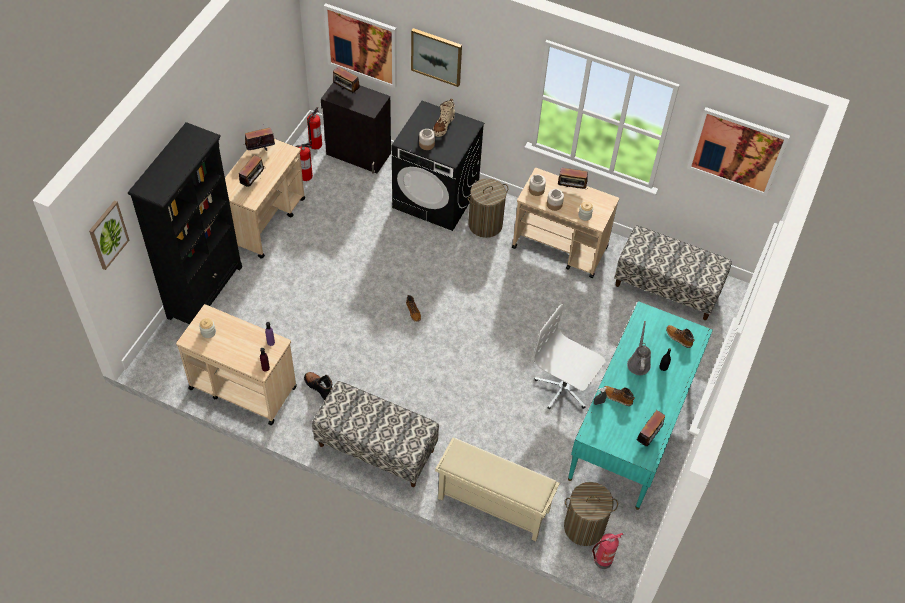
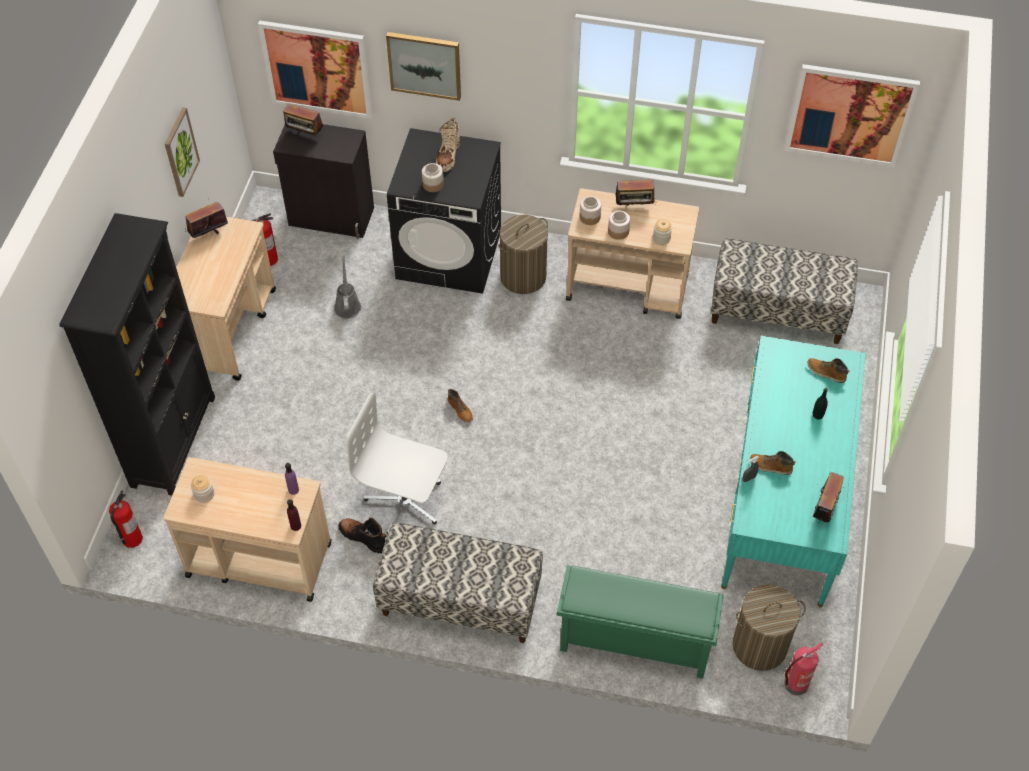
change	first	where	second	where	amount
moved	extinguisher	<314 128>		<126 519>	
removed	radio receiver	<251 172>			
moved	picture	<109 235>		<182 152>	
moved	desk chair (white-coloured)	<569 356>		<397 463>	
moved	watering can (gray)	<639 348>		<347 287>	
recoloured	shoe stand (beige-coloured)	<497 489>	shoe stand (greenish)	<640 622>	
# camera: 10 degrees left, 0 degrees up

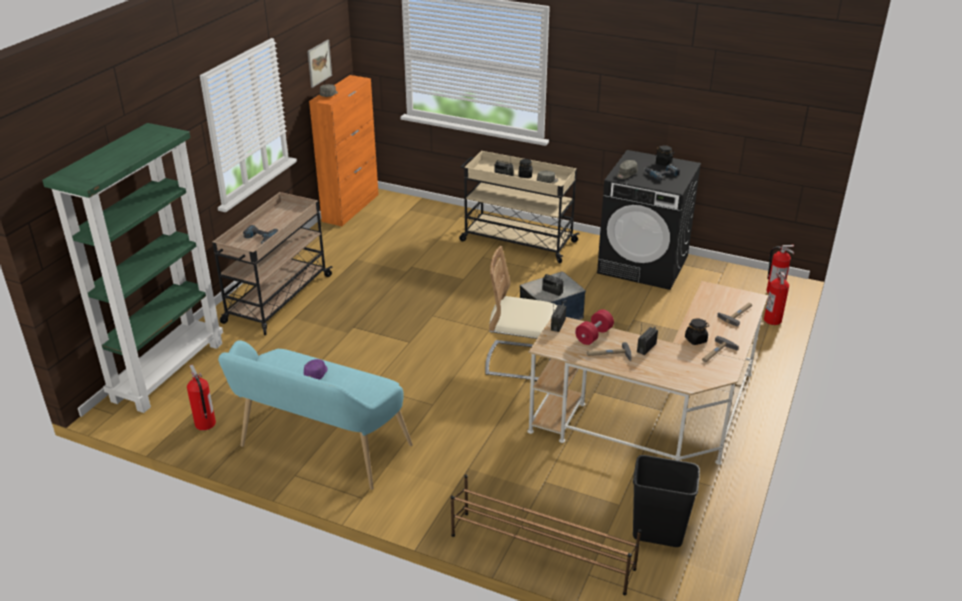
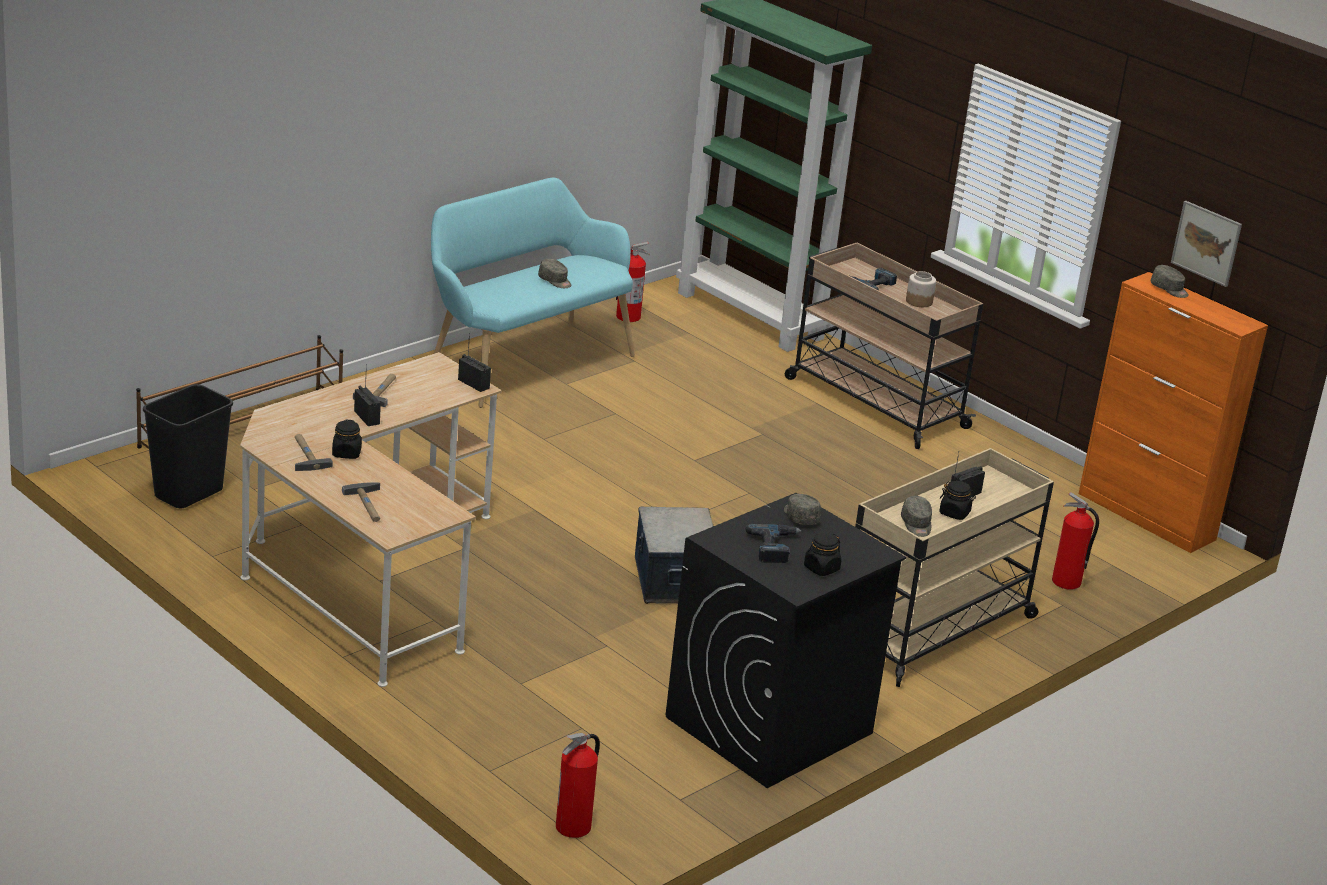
change	first	where	second	where	amount
removed	upright chair (beige-coloured)	<521 313>			
moved	extinguisher	<776 298>		<1075 541>	
removed	radio receiver	<553 285>			
removed	free weight (red-coloured)	<594 327>			
recoloured	cap (purple-coloured)	<316 369>	cap (gray)	<555 273>	
added			preserve jar	<921 289>	
# camera: 110 degrees right, 5 degrees down

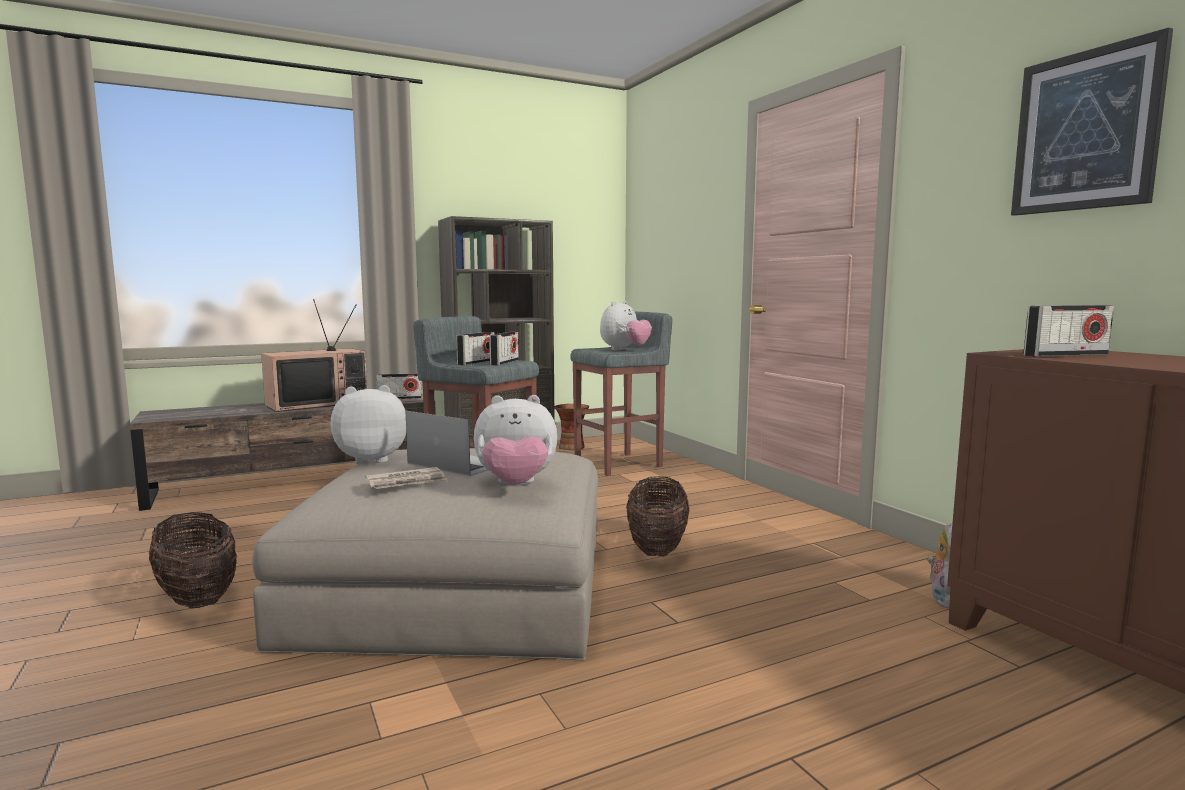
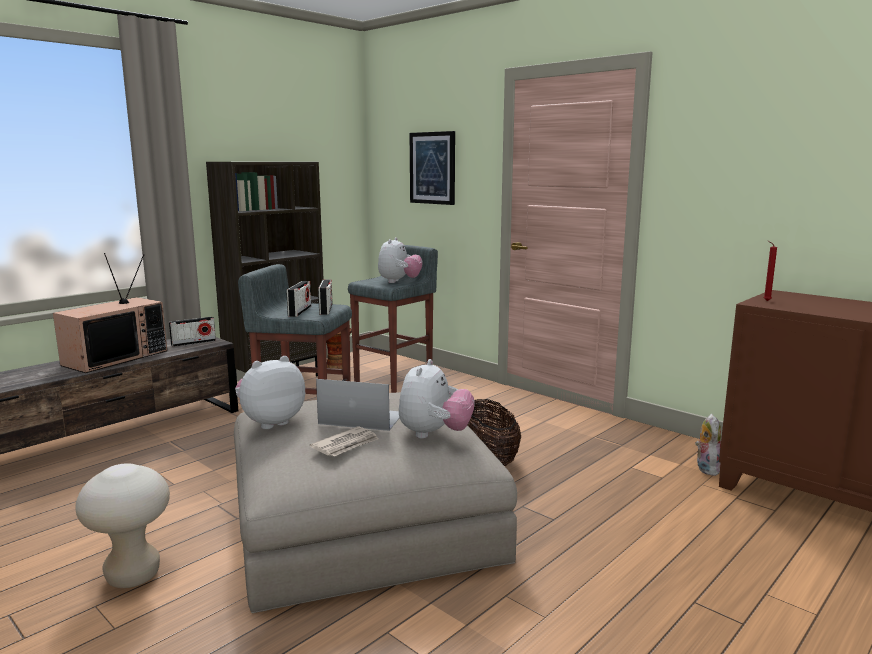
change	first	where	second	where	amount
moved	picture	<1092 122>		<432 168>	
removed	radio receiver	<1068 331>			
turned	plush toy	<515 439>		<437 399>	45 degrees counterclockwise
replaced	household basket	<193 560>	stool (beige-coloured)	<122 525>	
added			wax light (red-coloured)	<770 271>	
# camera: 20 degrees left, 5 degrees up

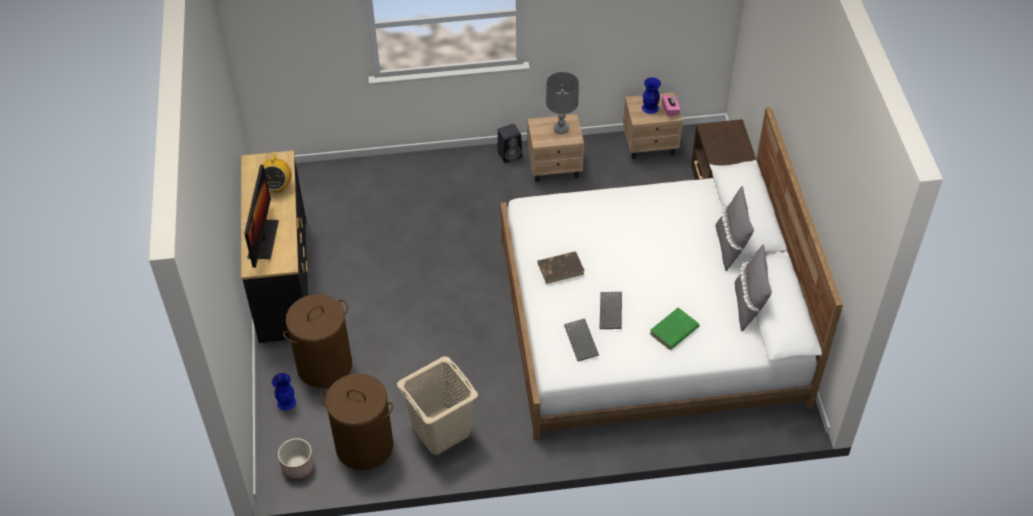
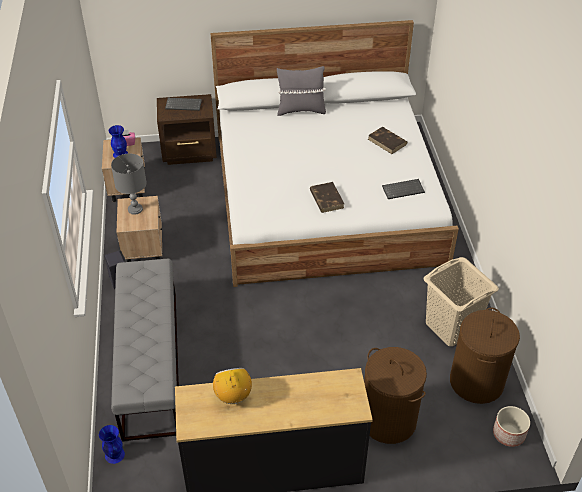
change	first	where	second	where	amount
turned	radio receiver	<277 173>		<232 386>	105 degrees counterclockwise
removed	computer display	<261 216>			
removed	pillow (gray)	<753 287>			
moved	PC keyboard	<610 310>		<183 104>	
recoloured	volume (greenish)	<674 329>	volume (brown-coloured)	<388 140>	
moved	decorative vase (blue)	<284 392>		<112 444>	
added			bench (gray)	<145 350>	
# camera: 90 degrees left, 5 degrees down

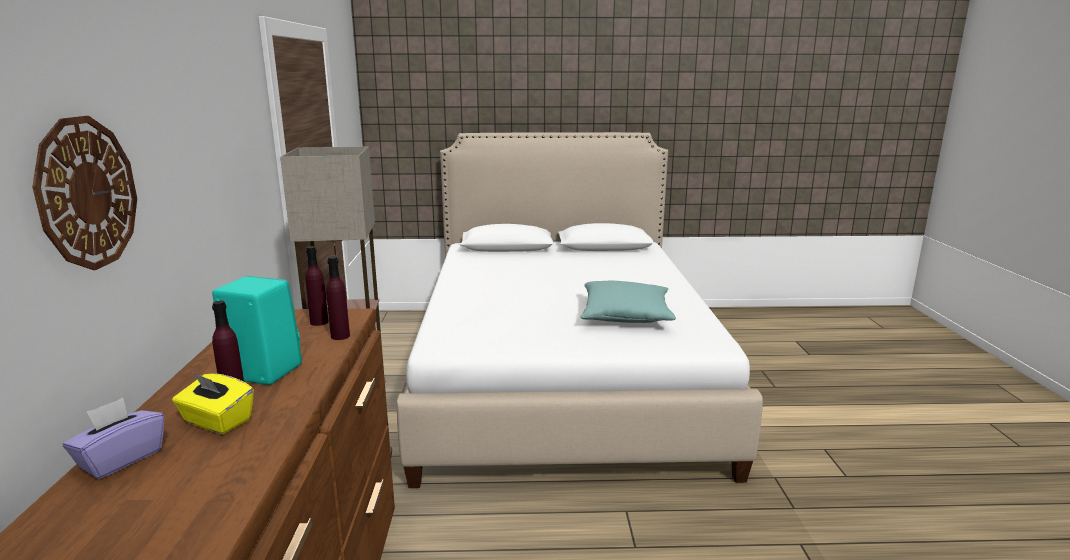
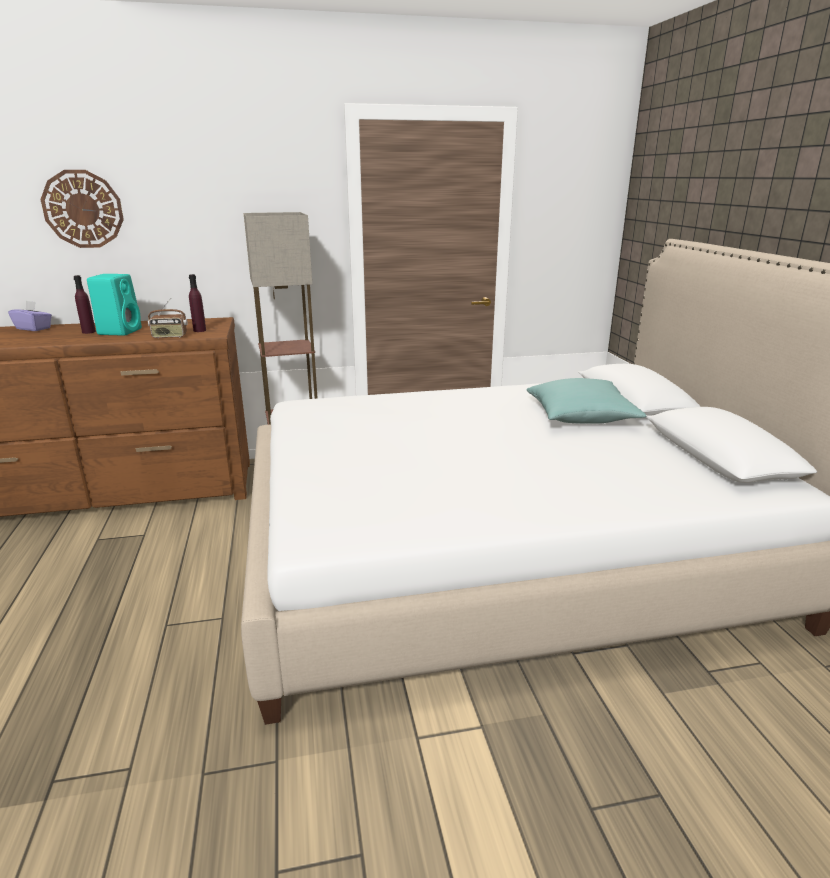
change	first	where	second	where	amount
replaced	beverage bottle (purple-coloured)	<338 298>	radio receiver	<168 318>	
moved	pillow (turquoise-coloured)	<628 301>		<586 401>	
removed	tissue box (yellow-coloured)	<213 403>			
# camera: 80 degrees right, 5 degrees up

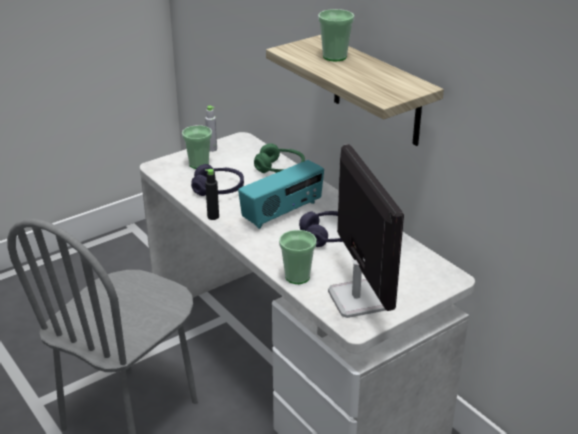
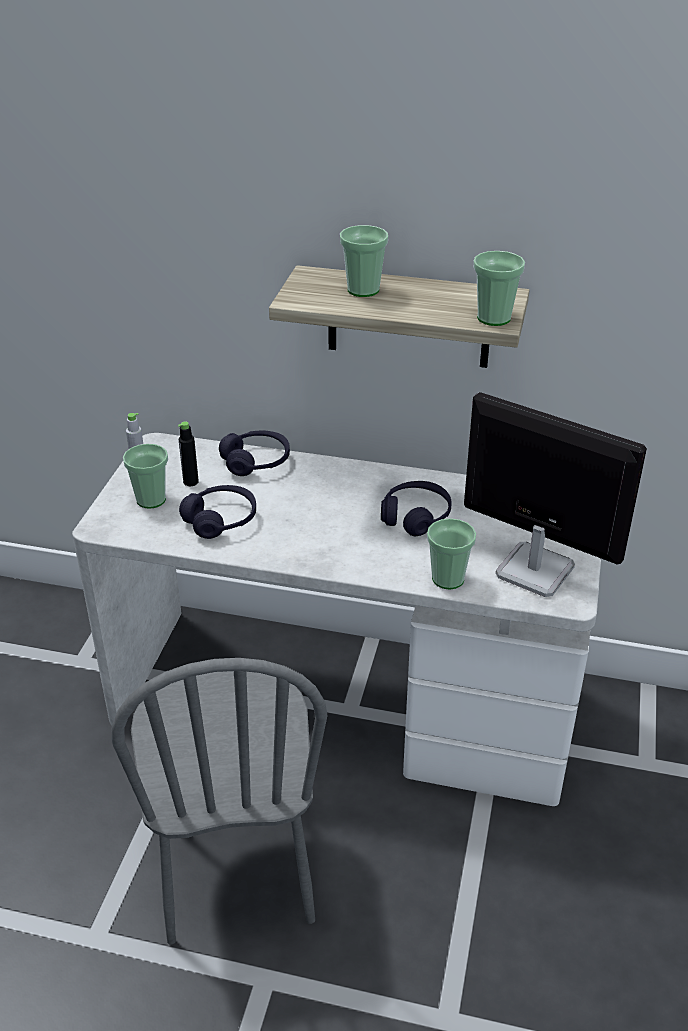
change	first	where	second	where	amount
recoloured	pair of headphones (greenish)	<279 158>	pair of headphones (purple-coloured)	<254 453>	
removed	radio receiver	<281 194>			
moved	beverage bottle (black)	<212 194>		<188 453>	
added			drinking cup	<499 288>	
# camera: 40 degrees left, 5 degrees up

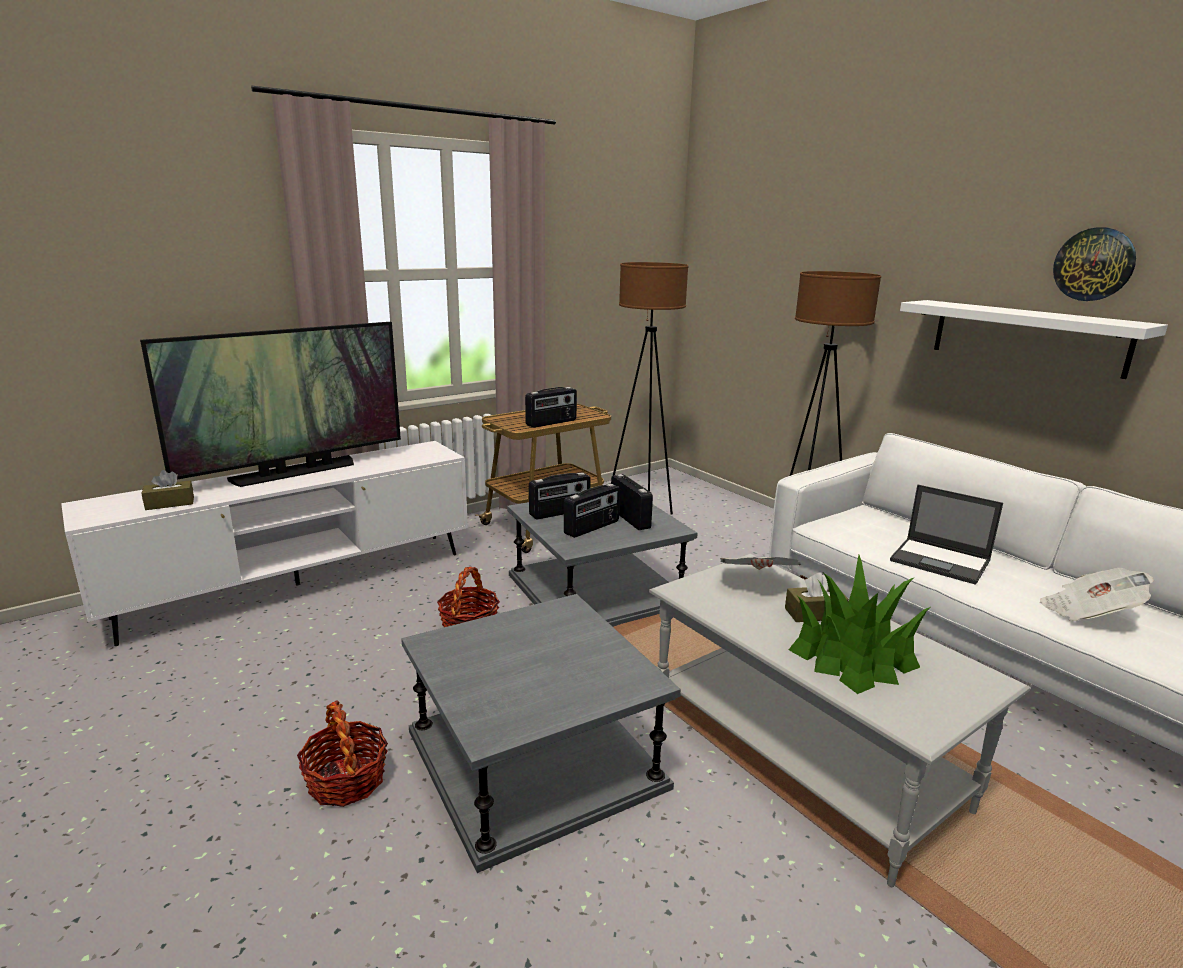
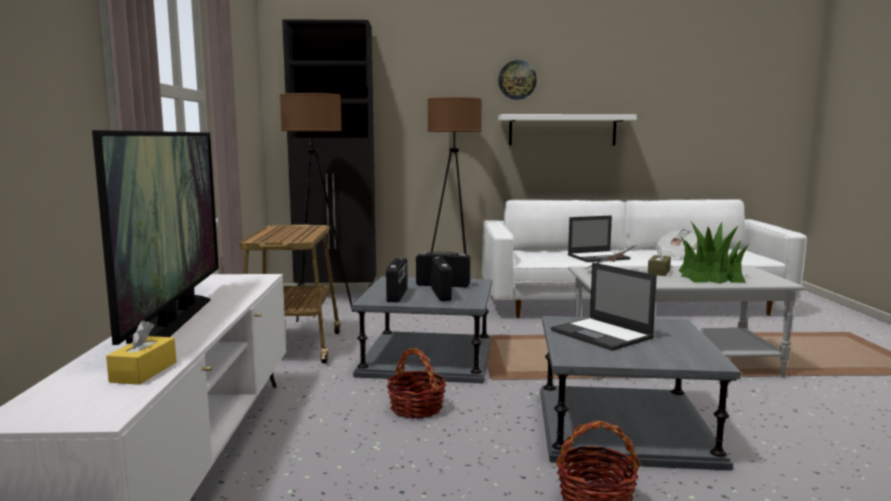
change	first	where	second	where	amount
moved	wall clock	<1094 264>		<517 80>	
removed	radio receiver	<551 407>			
recoloured	tissue box (brown-coloured)	<168 490>	tissue box (yellow-coloured)	<141 352>	
added			cupboard (black)	<329 153>	
added			portable computer	<604 306>	
# camera: 55 degrees left, 10 degrees down

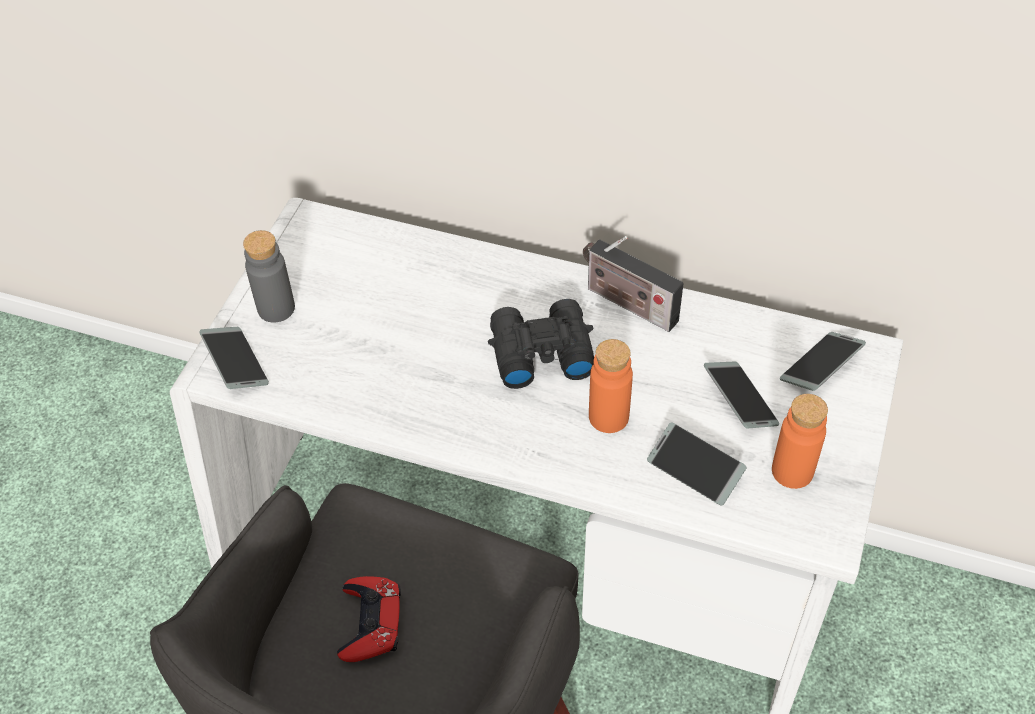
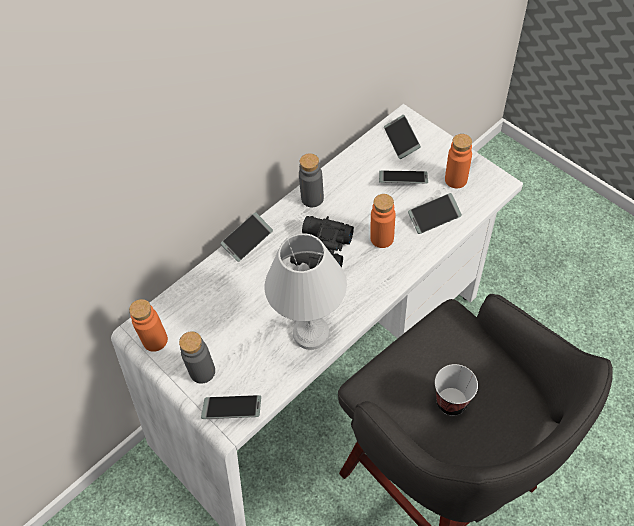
change	first	where	second	where	amount
replaced	radio receiver	<633 284>	beverage bottle (gray)	<311 180>	
replaced	joypad (red-coloured)	<369 619>	drinking cup	<456 390>	
added			telephone	<247 237>	
added			tabletop lamp (white-coloured)	<306 291>	
added			beverage bottle (orange)	<148 325>	
# camera: 60 degrees left, 5 degrees up

